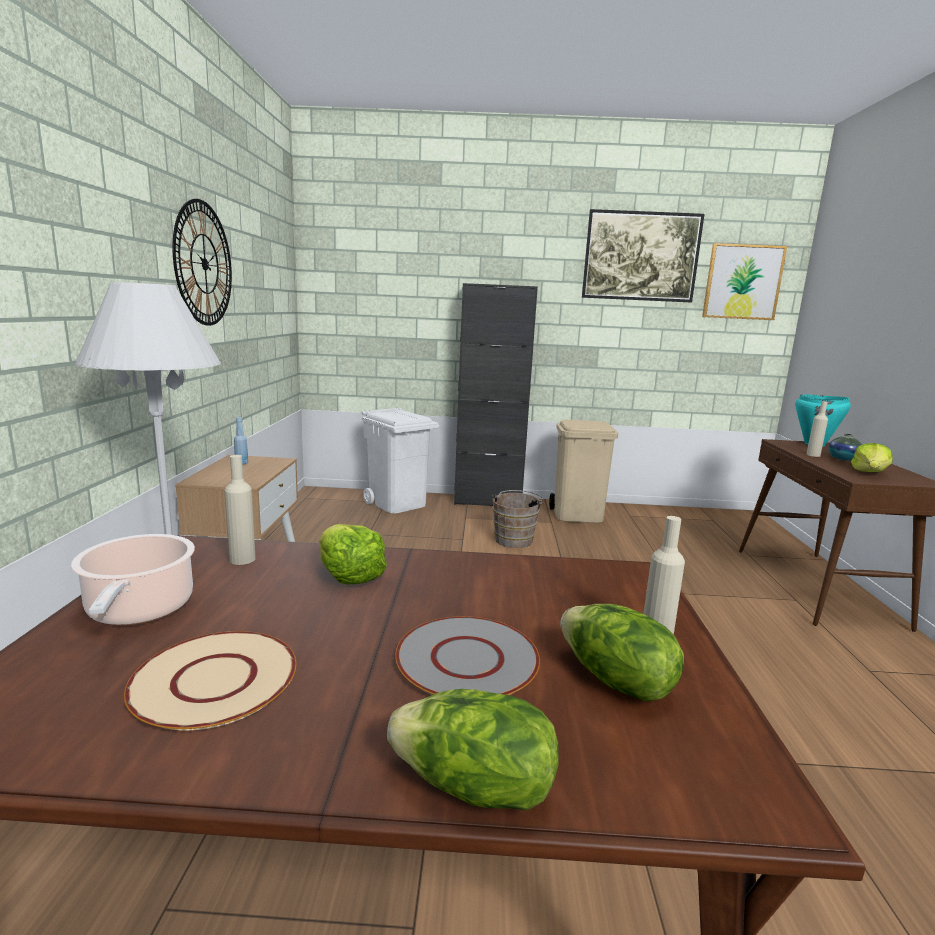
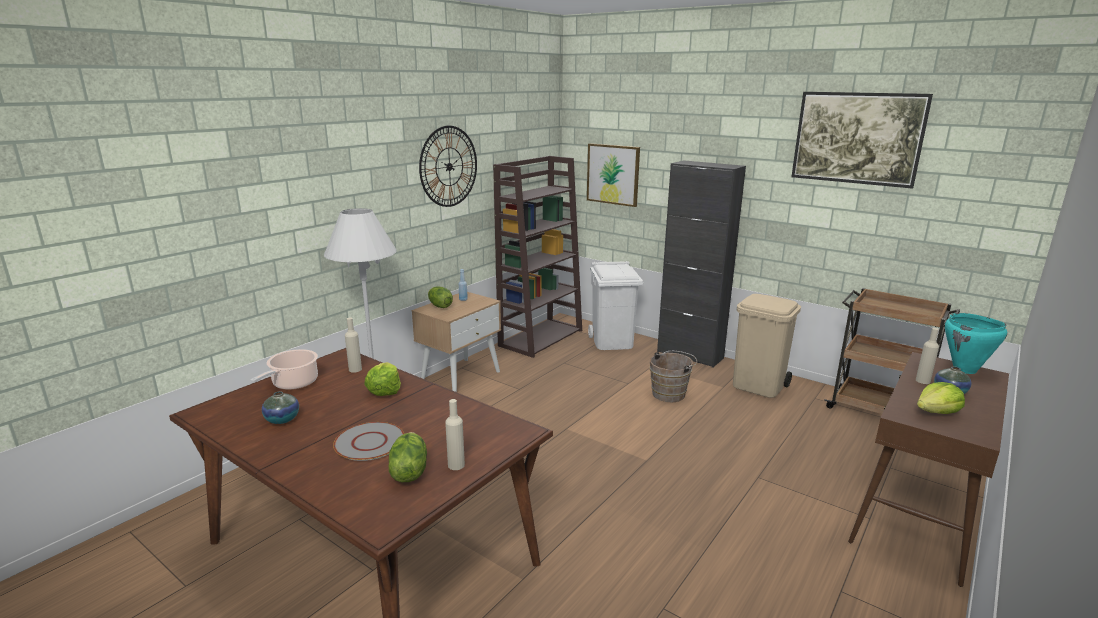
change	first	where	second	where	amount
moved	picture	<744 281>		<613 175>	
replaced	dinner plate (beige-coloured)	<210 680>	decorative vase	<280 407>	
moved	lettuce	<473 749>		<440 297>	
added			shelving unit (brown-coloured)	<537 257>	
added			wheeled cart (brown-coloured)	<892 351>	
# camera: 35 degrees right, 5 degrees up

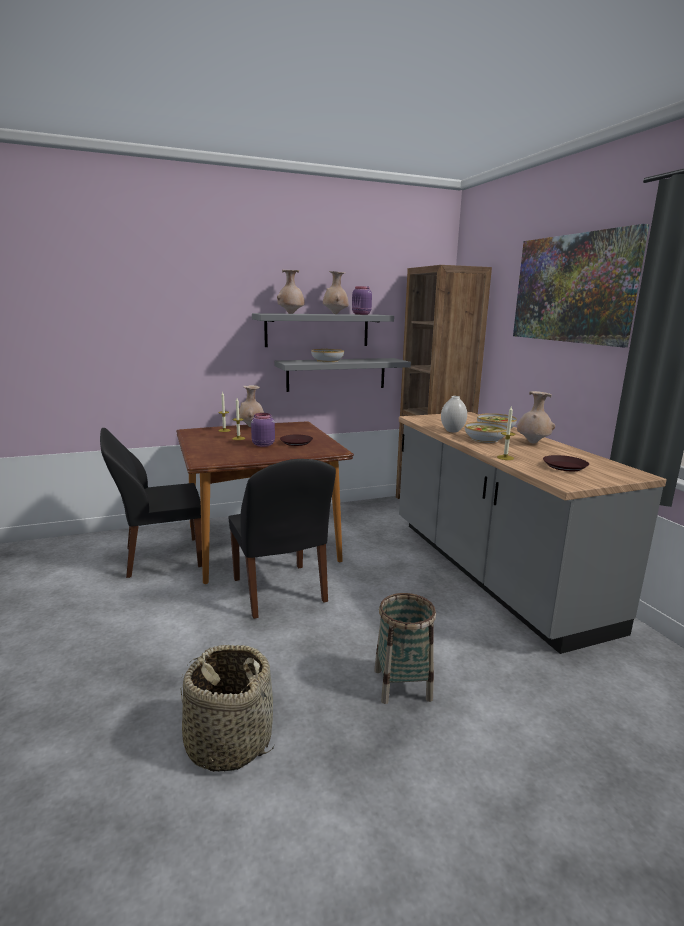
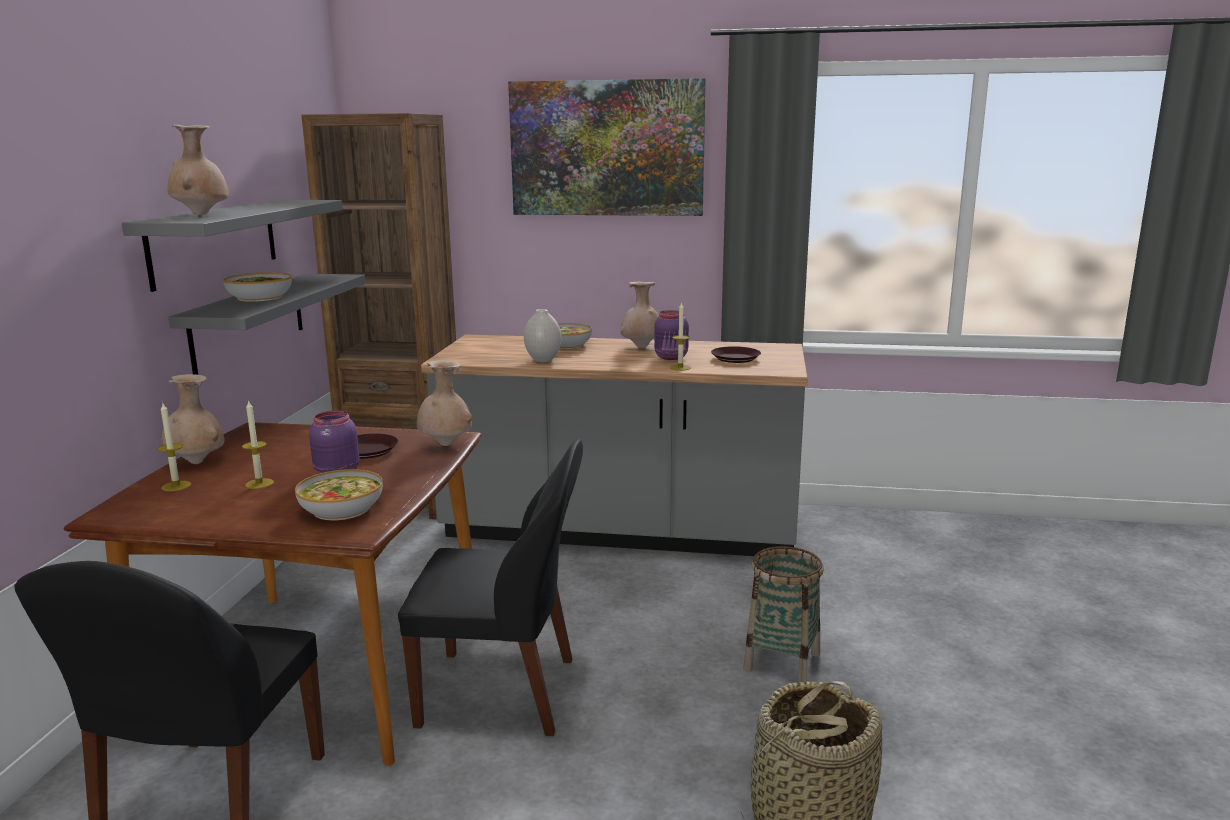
change	first	where	second	where	amount
moved	decorative vase (beige-coloured)	<336 292>		<444 403>	
moved	preserve jar (purple-coloured)	<362 300>		<671 335>	
moved	deep dish	<486 432>		<339 495>	
# camera: 60 degrees left, 0 degrees up

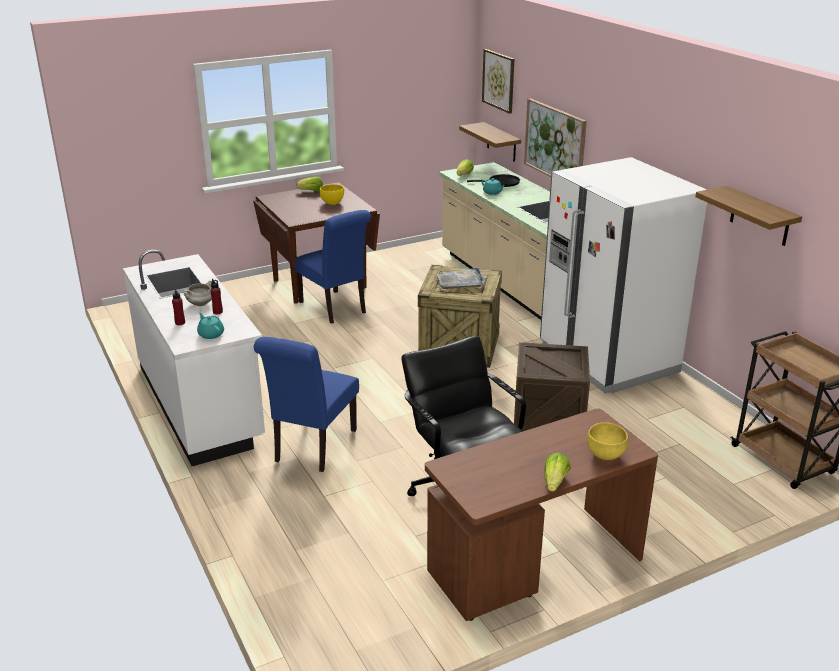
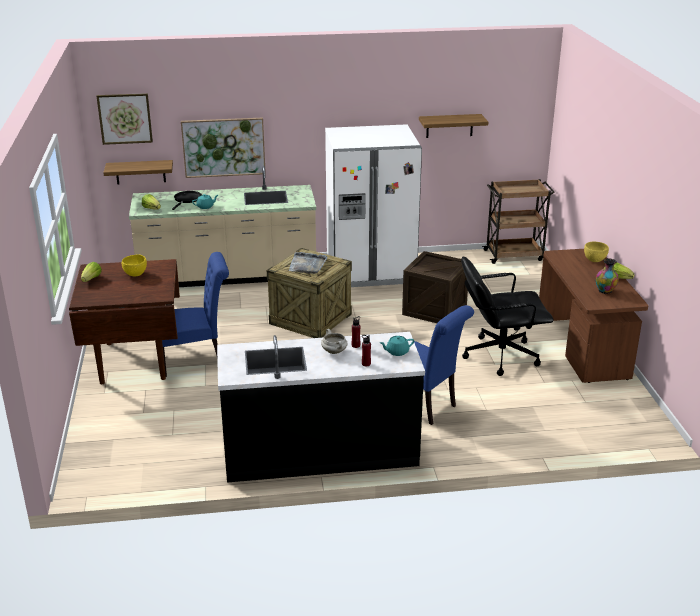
change	first	where	second	where	amount
recoloured	kitchen counter (white-coloured)	<194 358>	kitchen counter (black)	<321 407>	
added			decorative vase	<607 276>	
# camera: 70 degrees left, 0 degrees up

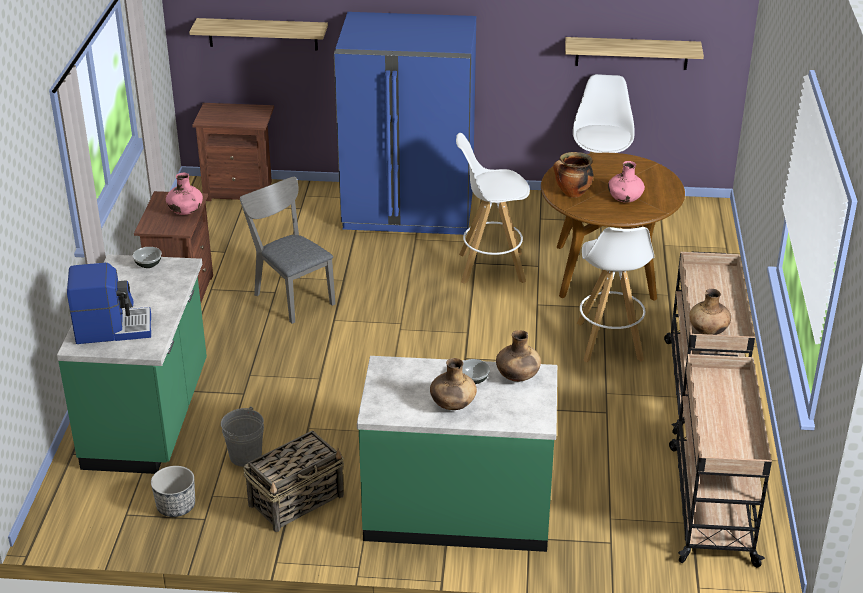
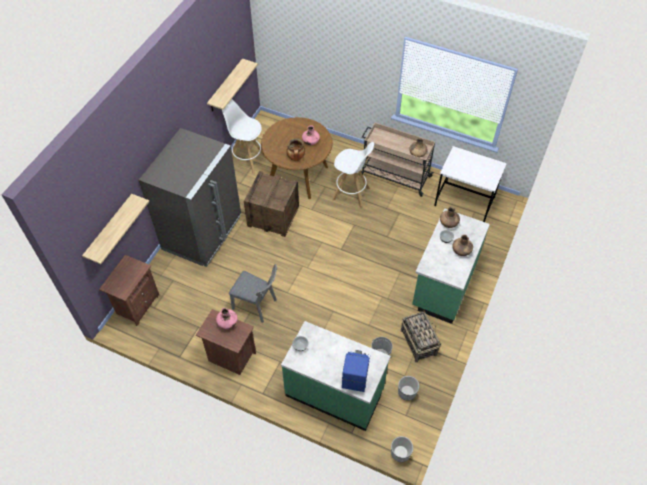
change	first	where	second	where	amount
recoloured	fridge (blue)	<405 123>	fridge (gray)	<190 197>	
replaced	stool (white-coloured)	<493 208>	packing crate	<271 204>	
turned	upright chair (gray)	<288 250>		<253 293>	135 degrees counterclockwise
replaced	wheeled cart (beige-coloured)	<720 460>	desk unit (white-coloured)	<470 184>	
added			planter	<402 449>	
# camera: 70 degrees left, 20 degrees up

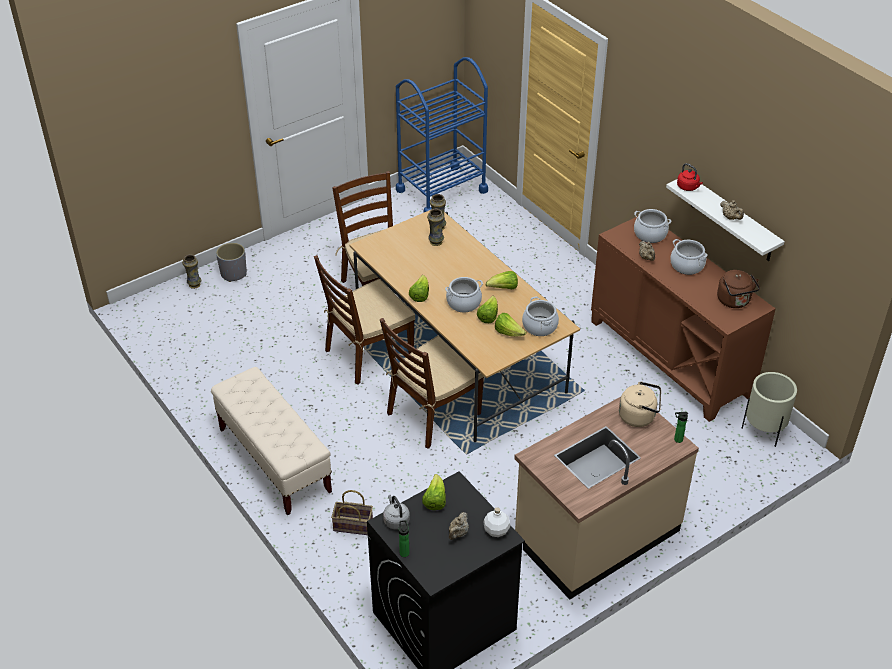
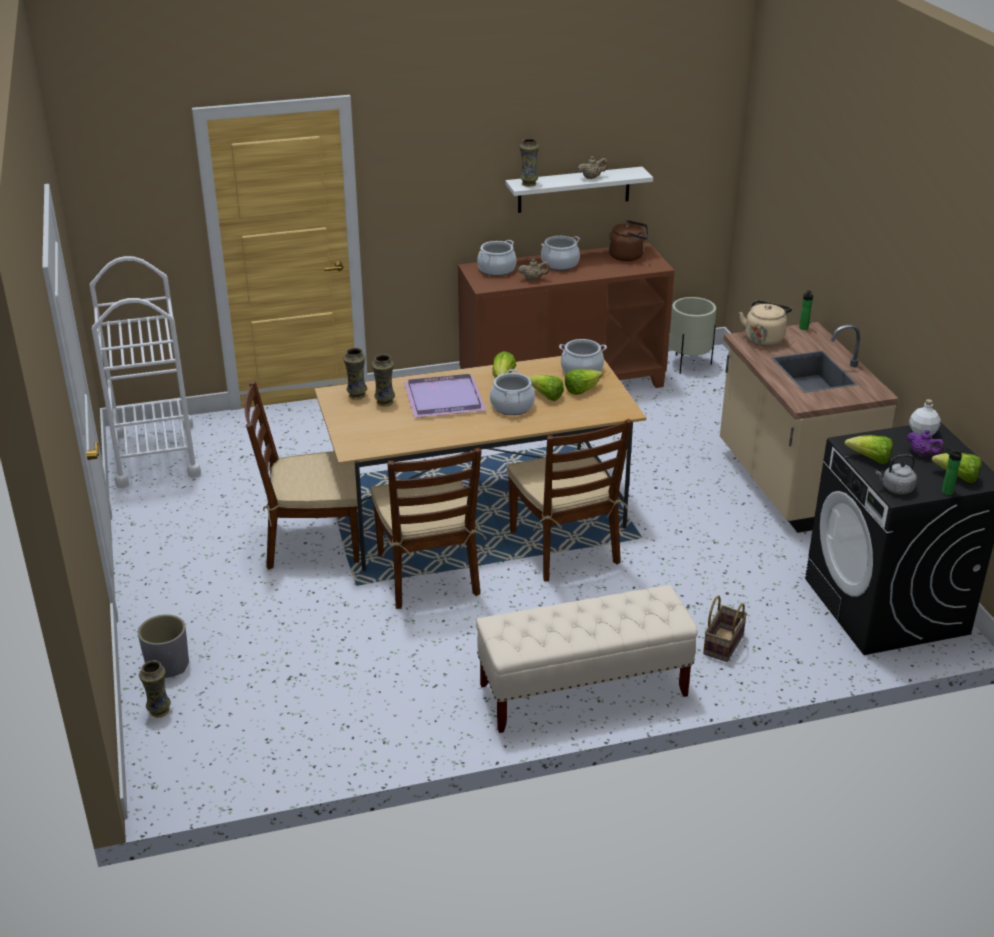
change	first	where	second	where	amount
recoloured	wheeled cart (blue)	<442 134>	wheeled cart (white-coloured)	<145 372>	
replaced	tea kettle (red-coloured)	<690 177>	decorative vase	<529 162>	
moved	lettuce	<419 288>		<956 468>	
recoloured	pot for tea (beige-coloured)	<459 526>	pot for tea (purple-coloured)	<925 443>	
added			carrying tray (purple-coloured)	<445 396>	
# camera: 70 degrees left, 10 degrees down

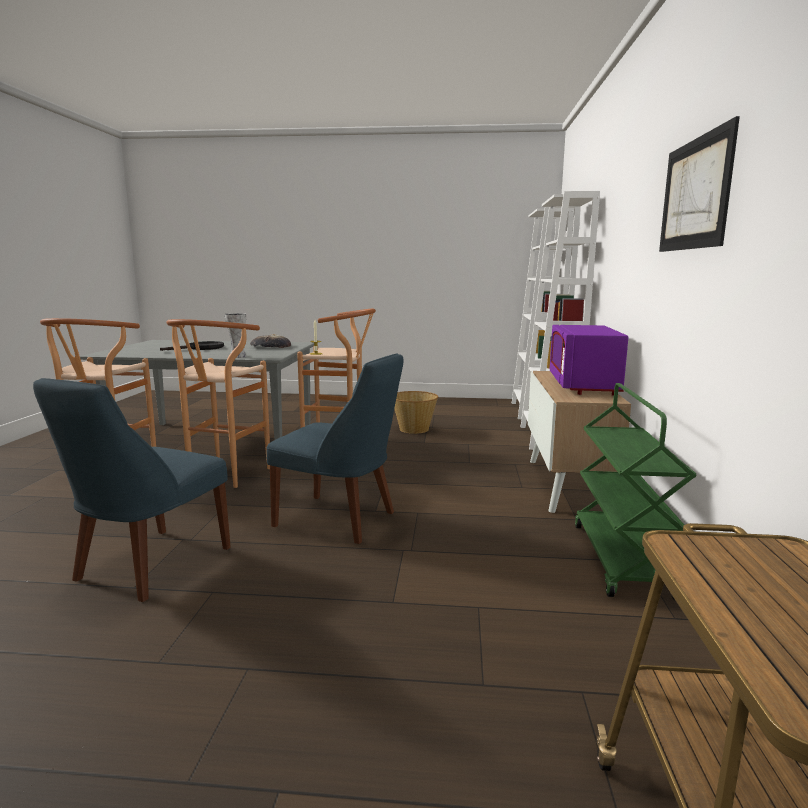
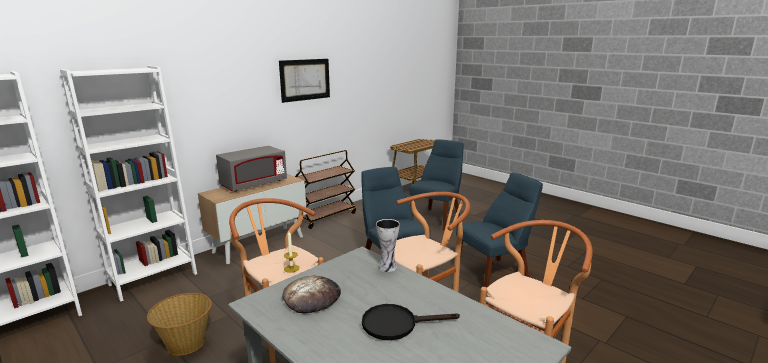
change	first	where	second	where	amount
recoloured	microwave (purple-coloured)	<589 360>	microwave (gray)	<251 169>	
recoloured	wheeled cart (greenish)	<636 491>	wheeled cart (brown-coloured)	<325 189>	
added			upright chair (blue)	<436 185>	
# camera: 140 degrees left, 5 degrees up

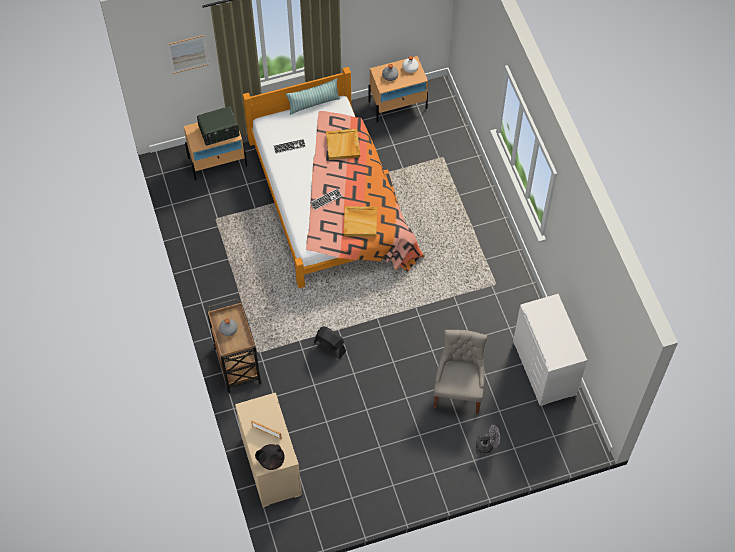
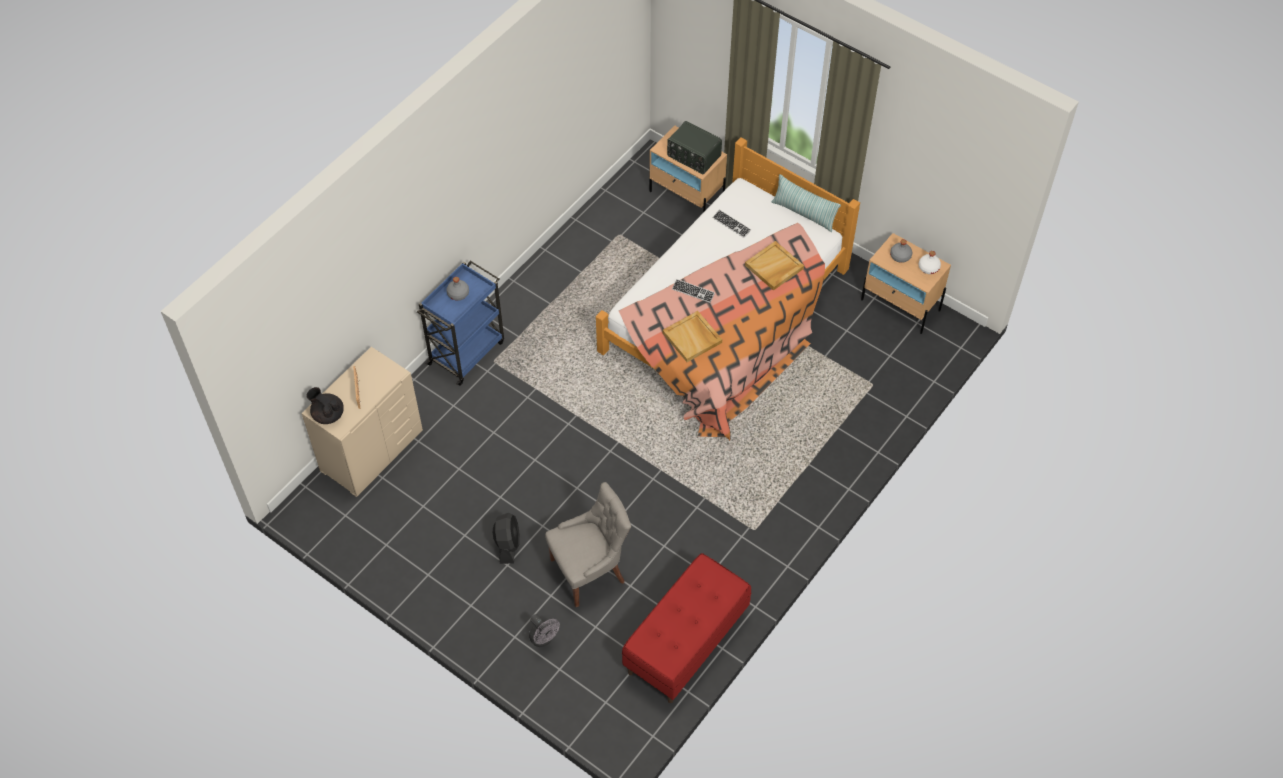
change	first	where	second	where	amount
removed	picture	<188 54>			
replaced	dresser (white-coloured)	<550 350>	bench (red-coloured)	<686 628>	
recoloured	wheeled cart (brown-coloured)	<234 346>	wheeled cart (blue)	<460 323>	
moved	electric fan (black)	<330 342>		<506 538>	
# camera: 55 degrees right, 5 degrees down

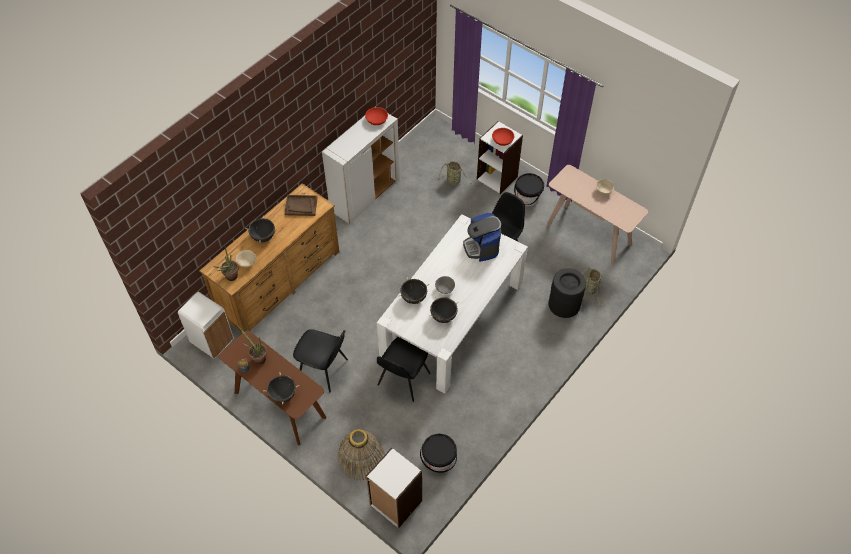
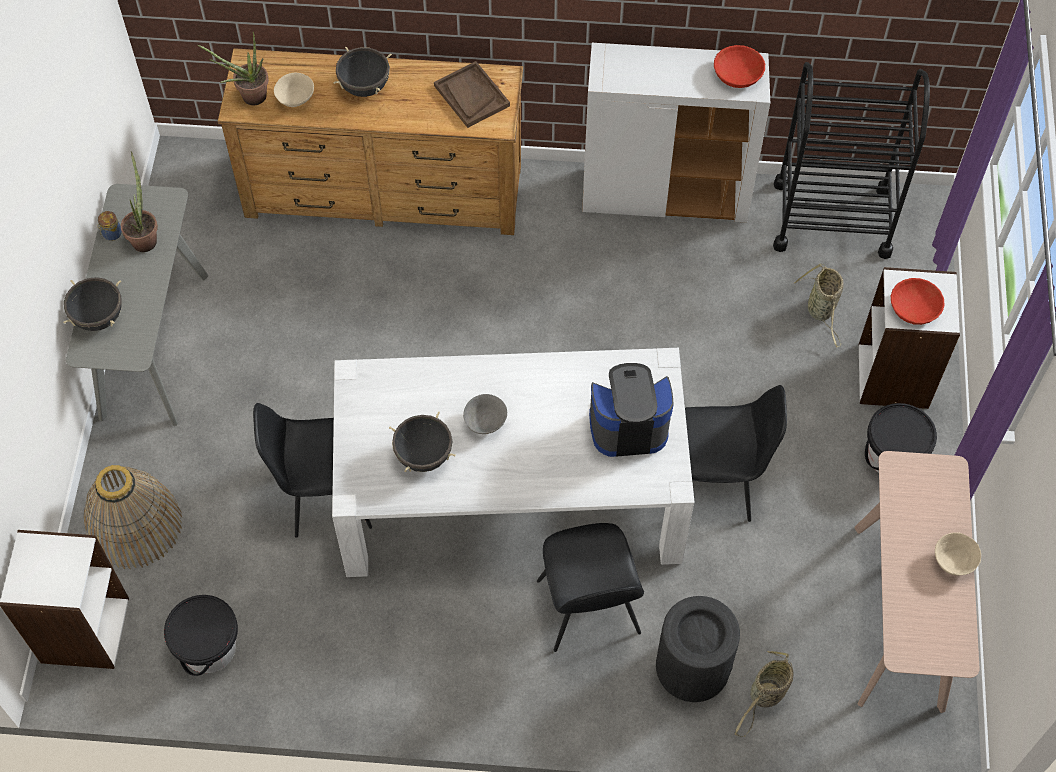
change	first	where	second	where	amount
turned	coffee machine	<482 237>		<631 410>	45 degrees clockwise
removed	saucepot (black)	<414 291>			
removed	waste bin (white-coloured)	<205 325>			
moved	upright chair (black)	<320 360>		<590 587>	
recoloured	narrow table (brown-coloured)	<272 388>	narrow table (gray)	<137 305>	
added			wheeled cart (black)	<851 160>	
# camera: 55 degrees right, 5 degrees up

